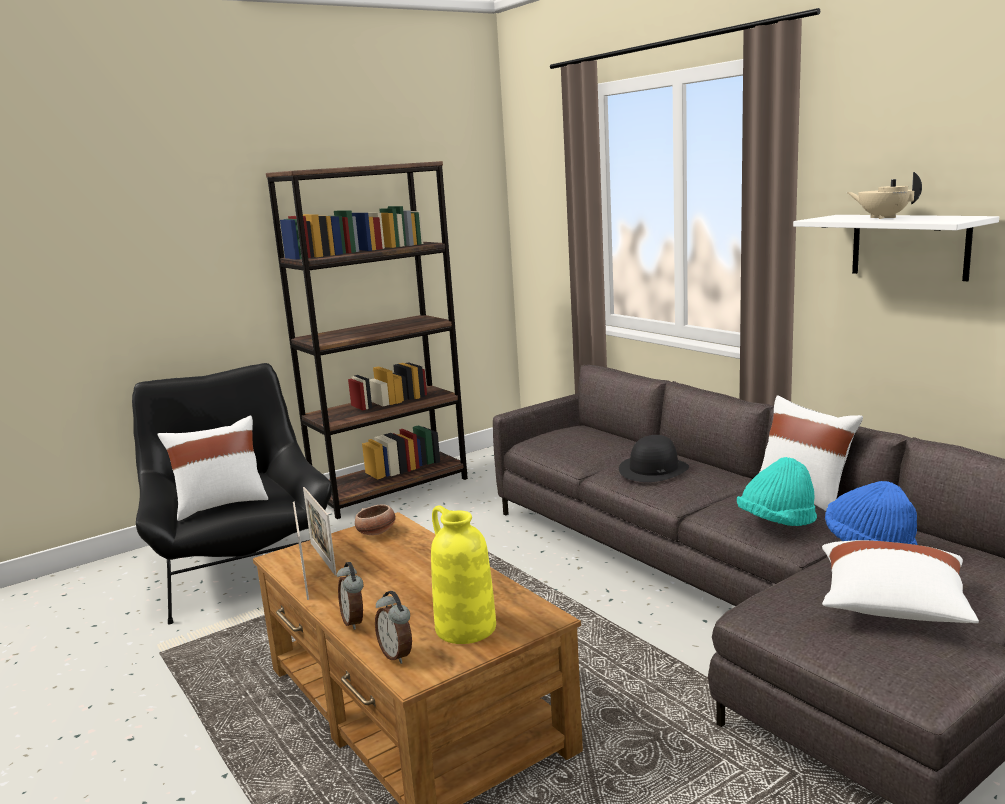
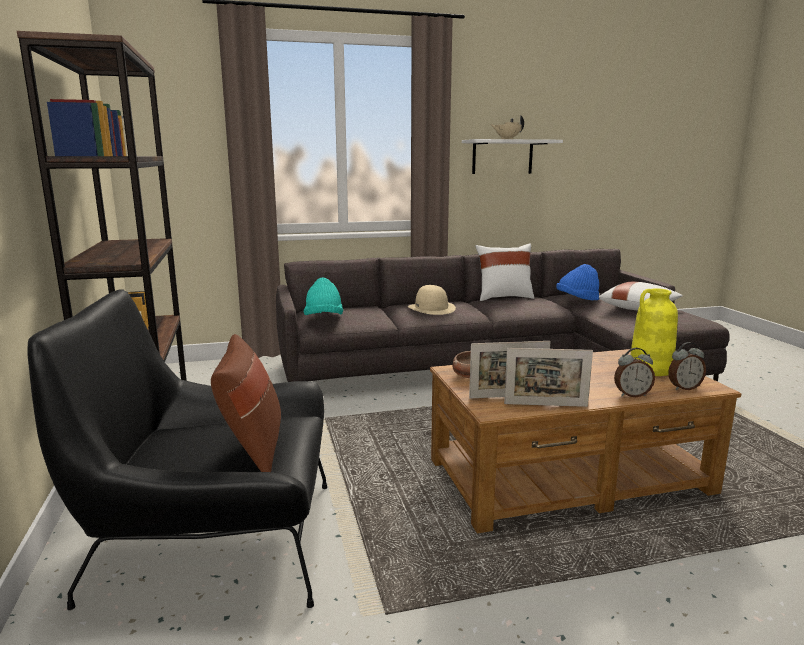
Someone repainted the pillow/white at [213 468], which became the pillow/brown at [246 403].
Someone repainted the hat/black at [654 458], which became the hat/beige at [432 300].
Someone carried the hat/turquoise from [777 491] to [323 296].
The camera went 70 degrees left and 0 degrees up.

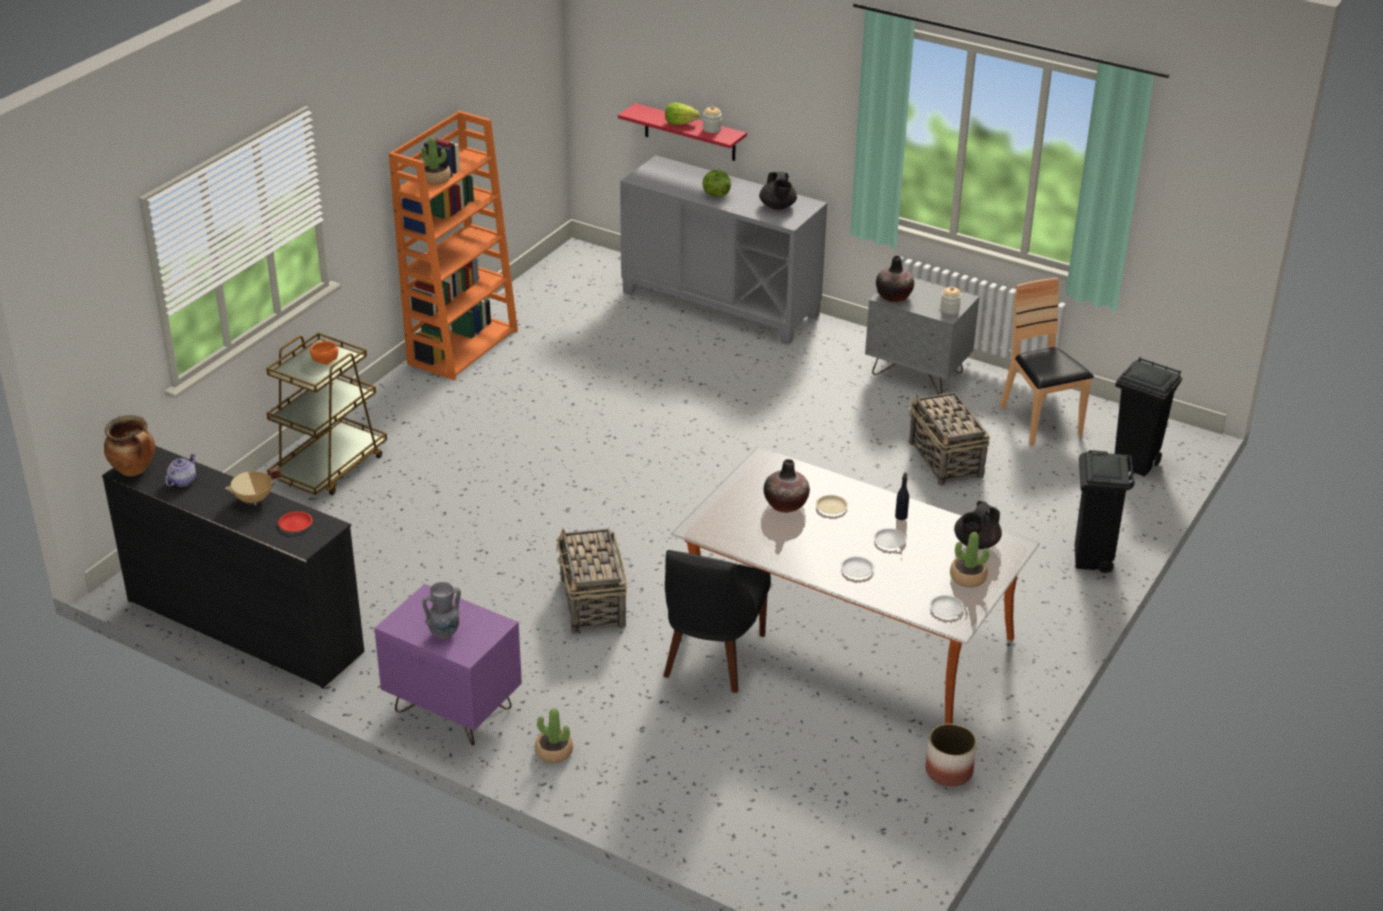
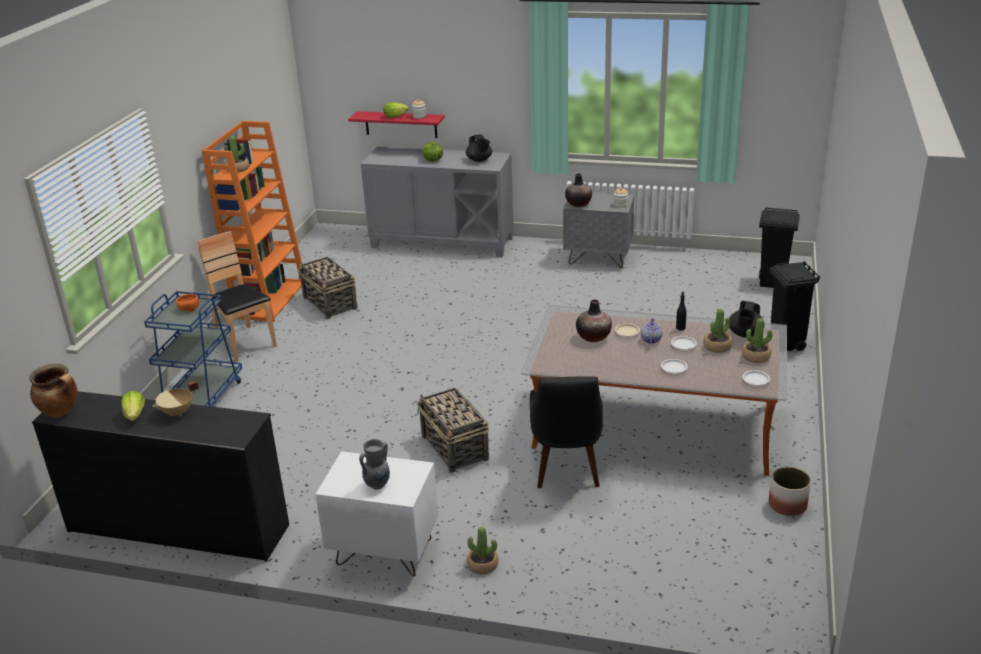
Someone carried the teapot from [180 470] to [651 331].
Someone repainted the cart/brown at [326 414], which became the cart/blue at [193 349].
Someone took away the plate/red at [295 521].
Someone repainted the nightstand/purple at [448 665], which became the nightstand/white at [376 513].
Someone carried the basket from [949 438] to [327 288].
Someone carried the chair/brown from [1046 362] to [237 296].
Someone put down the lettuce at [133 406].
Someone put down the potted plant at [717 331].
The camera went 15 degrees left and 5 degrees down.

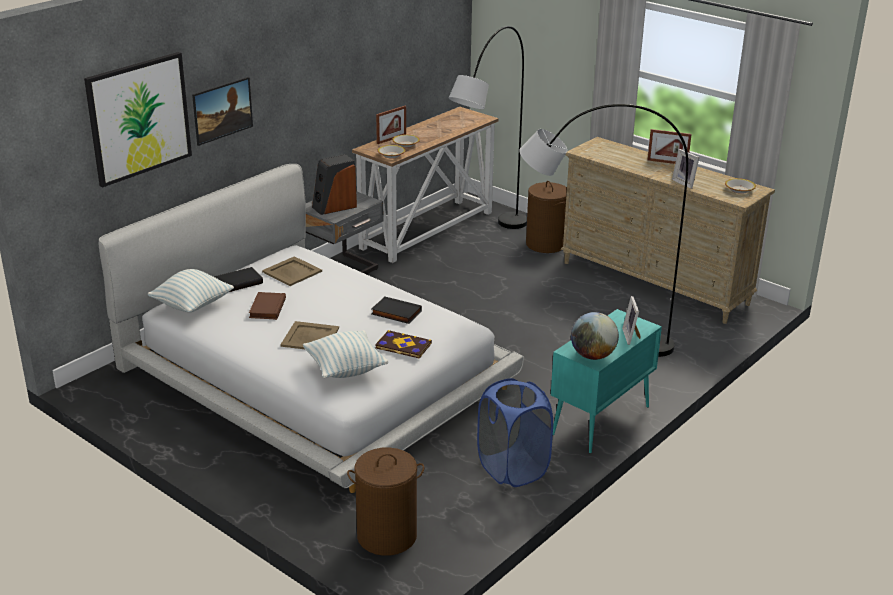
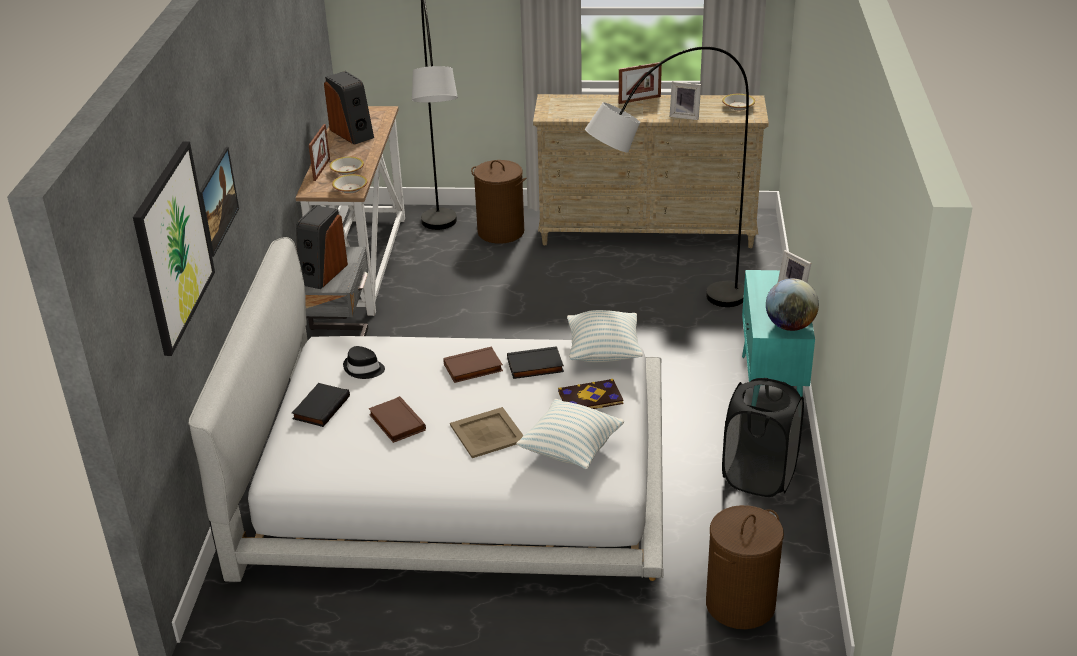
Someone carried the pillow from [191 290] to [605 336].
Someone swapped the tray/beige at [292 271] for the hat/black at [364 362].
Someone repainted the laundry basket/blue at [515 432], which became the laundry basket/black at [763 437].
Someone put down the speaker at [349 108].
Someone put down the book/brown at [473 364].
The camera went 35 degrees left and 5 degrees up.

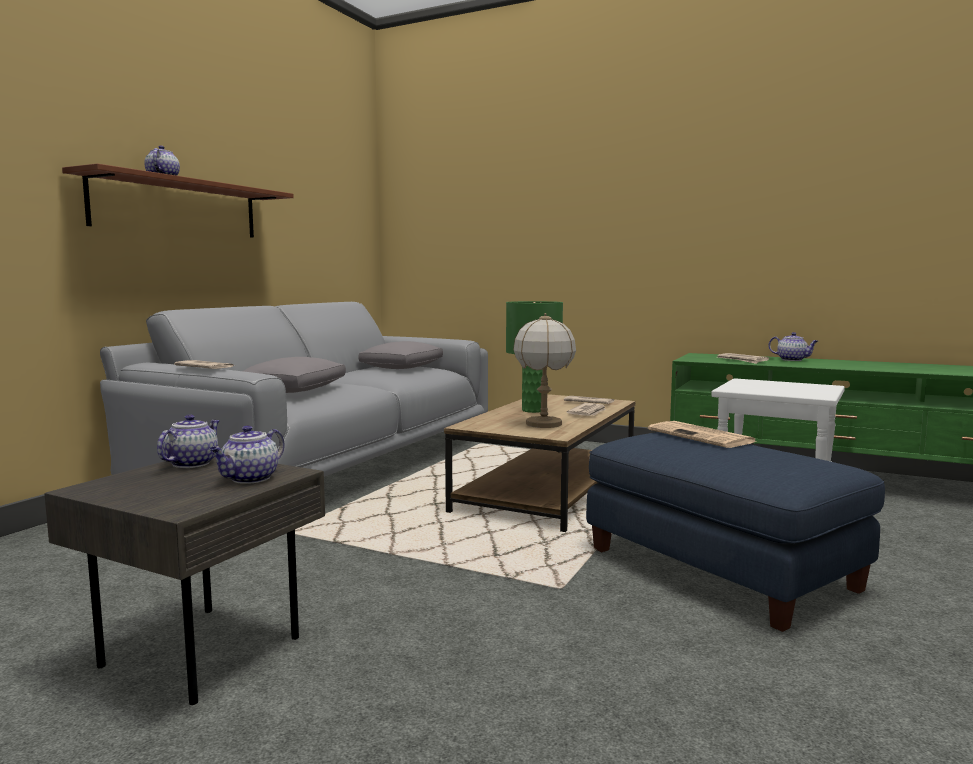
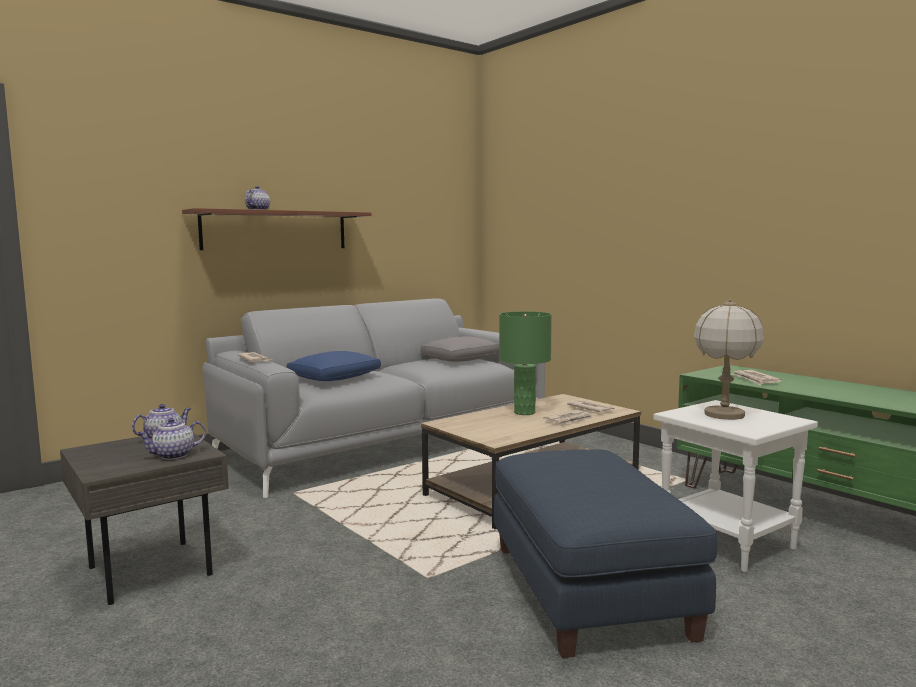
Someone repainted the pillow/grey at [295 375], which became the pillow/blue at [334 366].
Someone carried the table lamp from [544 370] to [729 359].
Someone took away the newspaper at [702 434].
Someone took away the teapot at [793 346].
The camera went 25 degrees right and 0 degrees up.

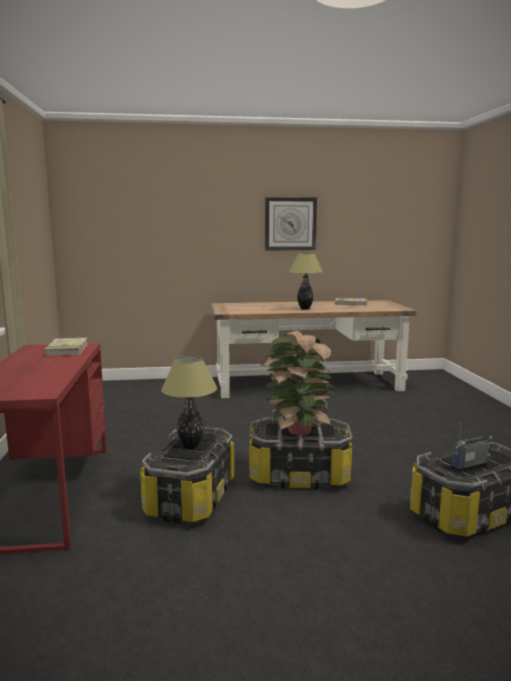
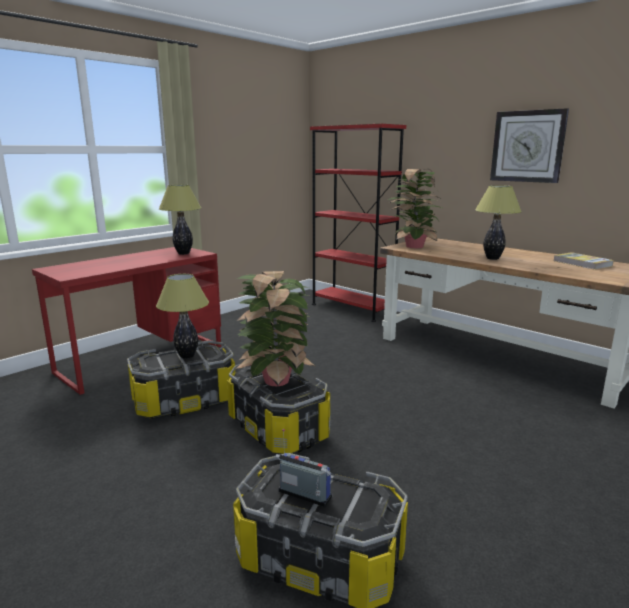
Someone swapped the book at [65 347] for the table lamp at [180 220].
Someone put down the bookcase/red at [358 223].
Someone put down the potted plant at [416 208].
The camera went 50 degrees right and 5 degrees up.

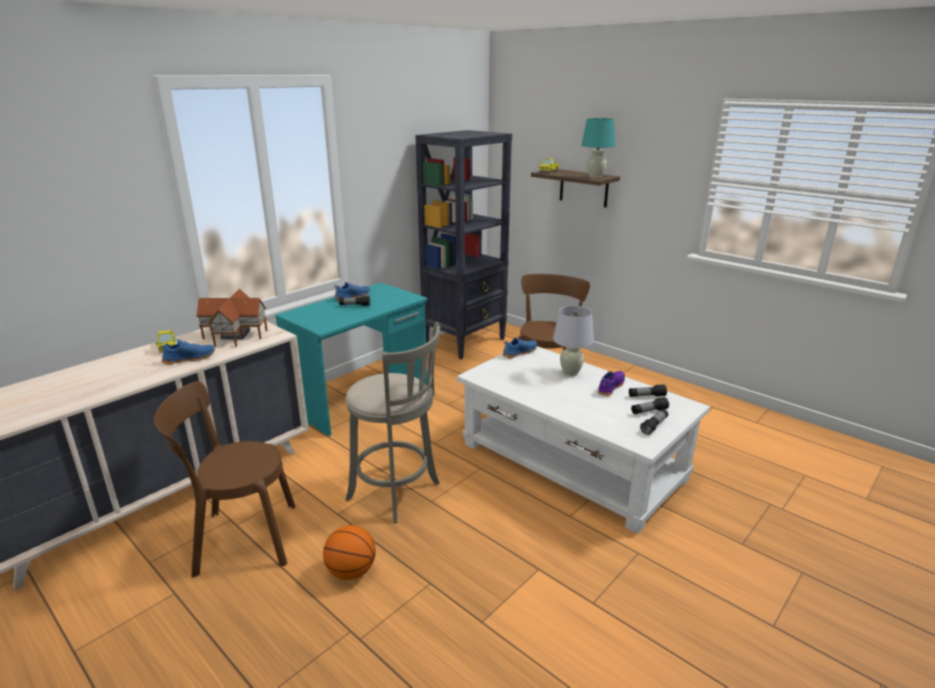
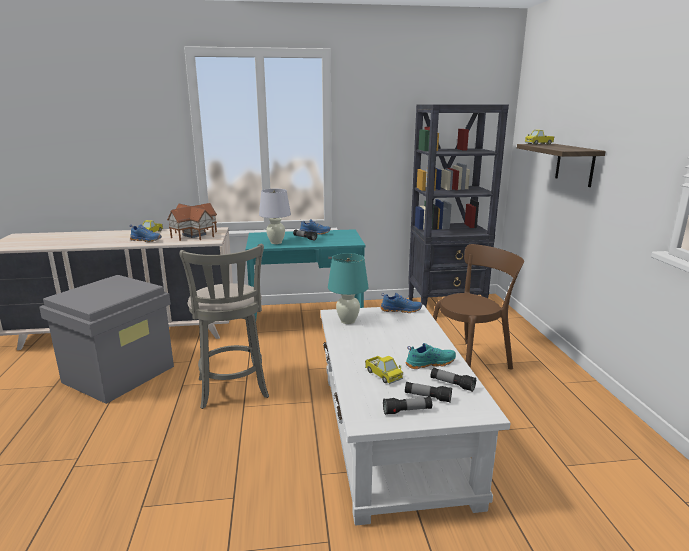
Someone swapped the chair/brown at [224 479] for the storage box/grey at [106 339].
Someone took away the basketball at [349 552].
Someone carried the table lamp/white from [573 341] to [275 216].
Someone carried the table lamp/turquoise from [598 148] to [348 288].
Someone repainted the shoe/purple at [611 383], which became the shoe/turquoise at [431 356].
Someone put down the toy truck at [384 370].
The camera went 40 degrees right and 5 degrees down.

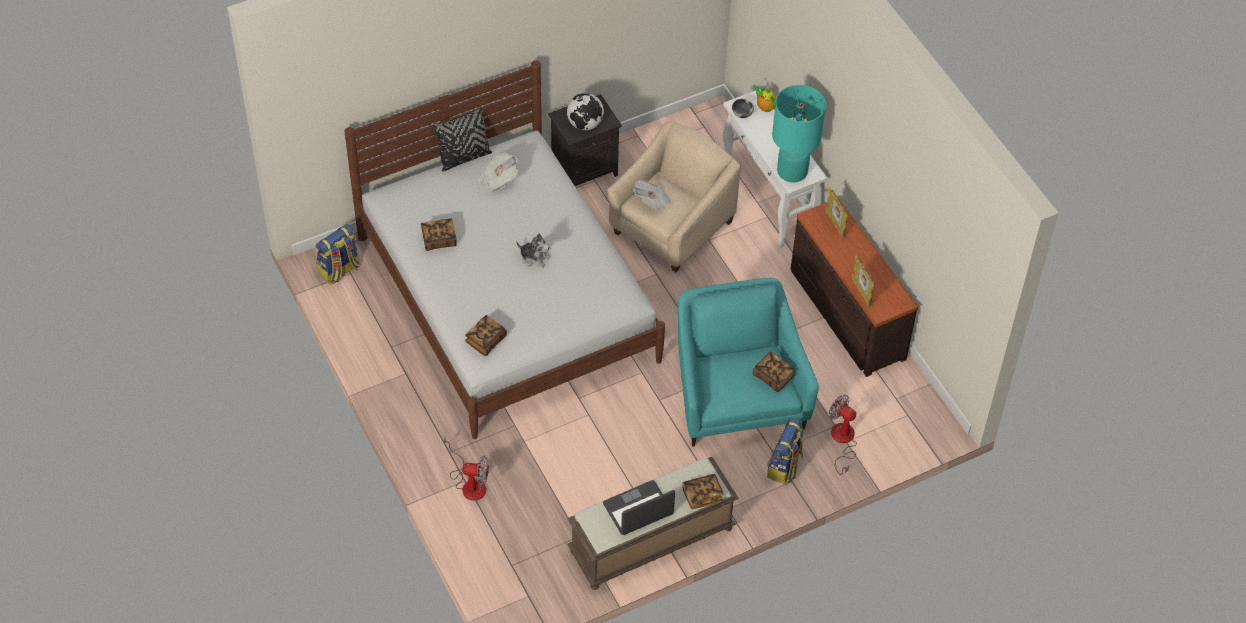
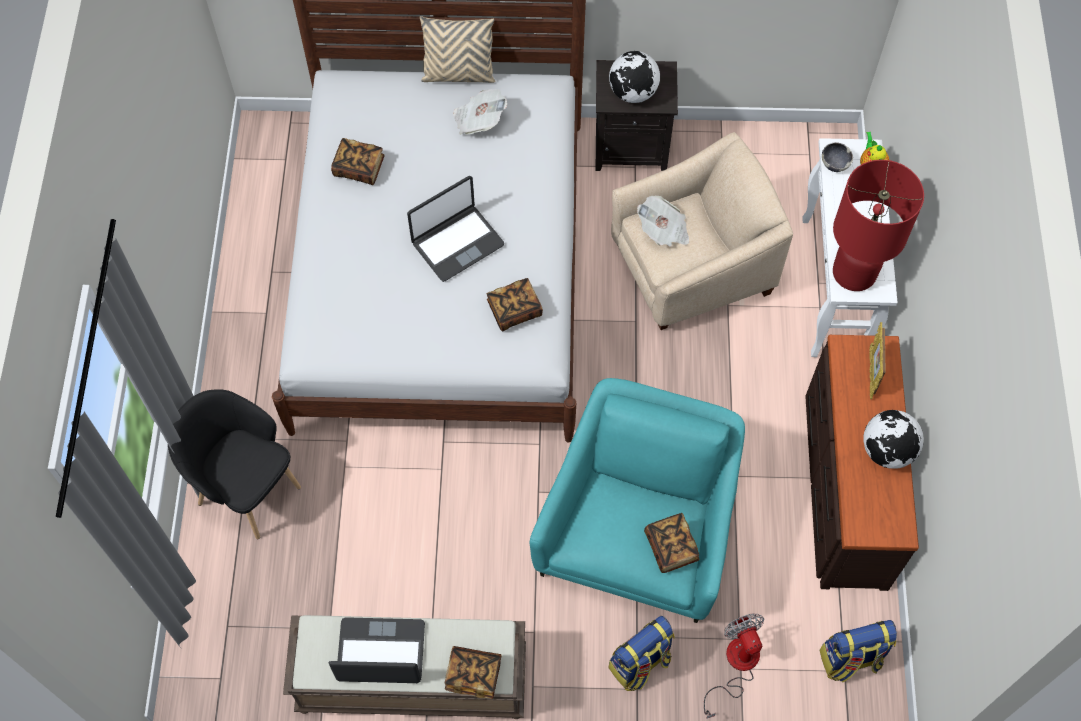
Someone carried the backpack from [338 254] to [858 651].
Someone repainted the pillow/black at [462 139], which became the pillow/beige at [457 49].
Someone swapped the fan at [466 469] for the armchair/black at [234 464].
Someone carried the book from [486 335] to [515 304].
Someone swapped the plush toy at [533 251] for the laptop at [455 229].
Someone repainted the table lamp/turquoise at [799 133], which became the table lamp/red at [878 225].
Someone took away the picture frame at [863 281].
Someone put down the globe at [893 439].
The camera went 30 degrees right and 10 degrees up.

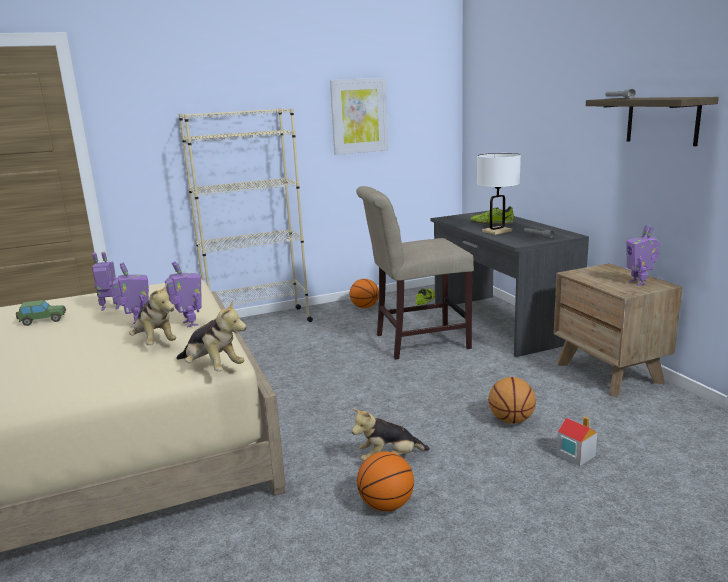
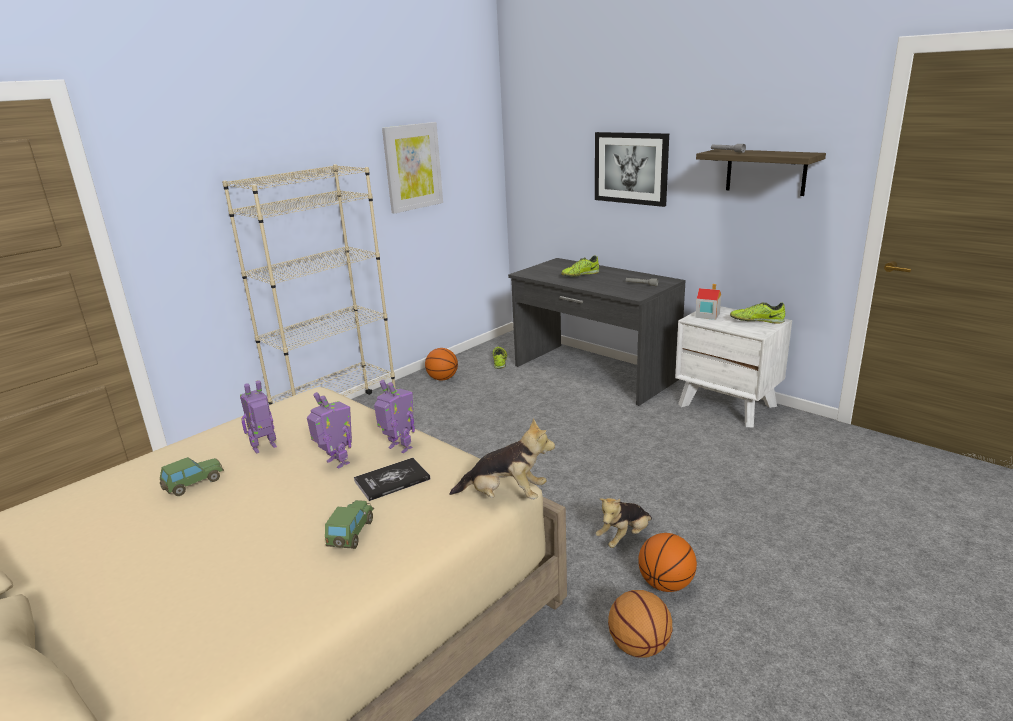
Someone swapped the plush toy at [152 314] for the book at [392 479].
Someone took away the chair/beige at [415 273].
Someone took away the table lamp/white at [499 194].
Someone carried the basketball from [512 400] to [640 624].
Someone repainted the nightstand/brown at [618 330], which became the nightstand/white at [733 366].
Someone carried the toy house from [576 441] to [708 302].
Someone swapped the toy robot at [643 255] for the shoe at [757 313].
Someone put down the toy car at [349 524].
Someone put up the picture at [632 169].
The camera went 25 degrees left and 5 degrees up.

